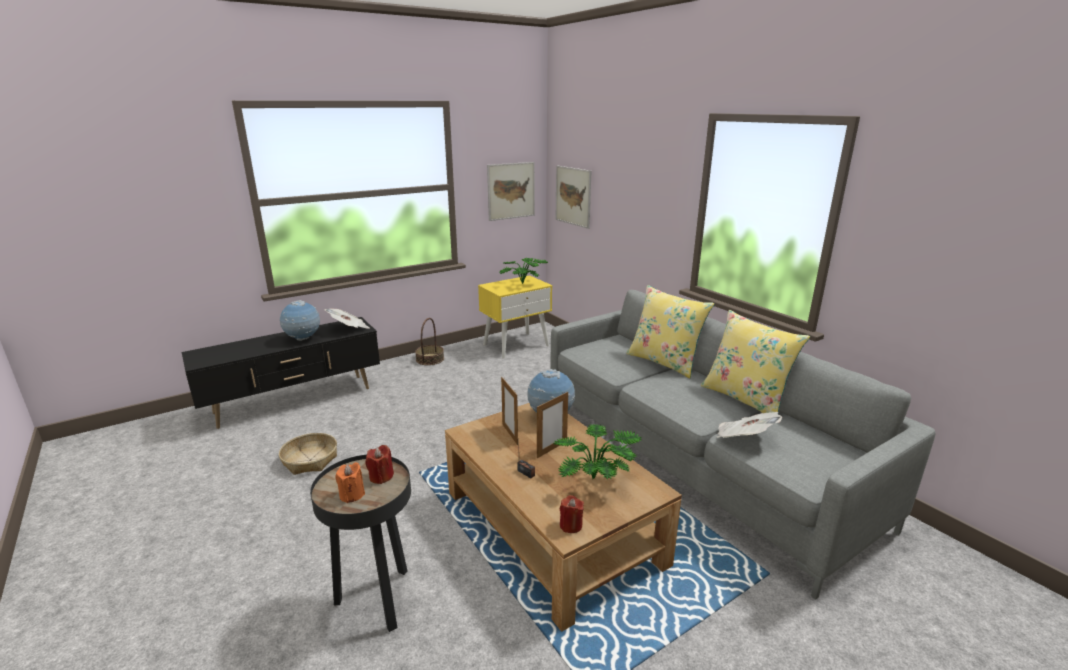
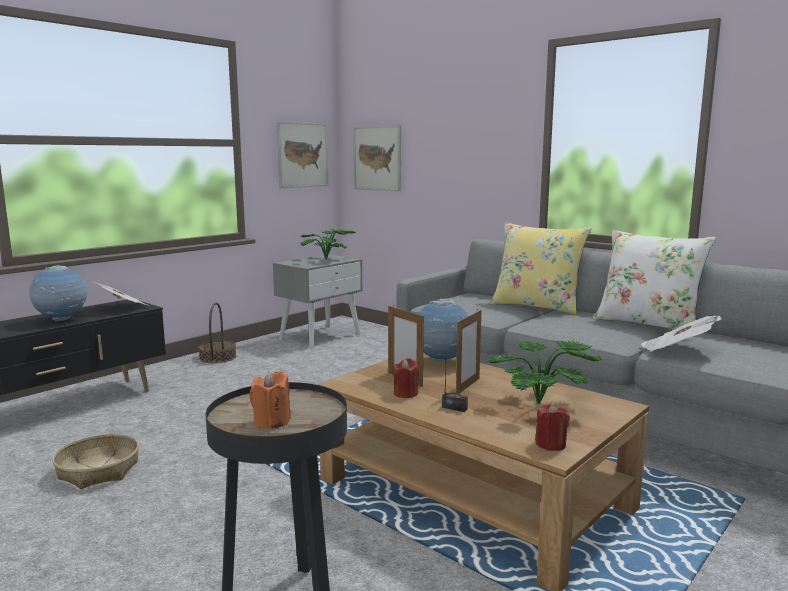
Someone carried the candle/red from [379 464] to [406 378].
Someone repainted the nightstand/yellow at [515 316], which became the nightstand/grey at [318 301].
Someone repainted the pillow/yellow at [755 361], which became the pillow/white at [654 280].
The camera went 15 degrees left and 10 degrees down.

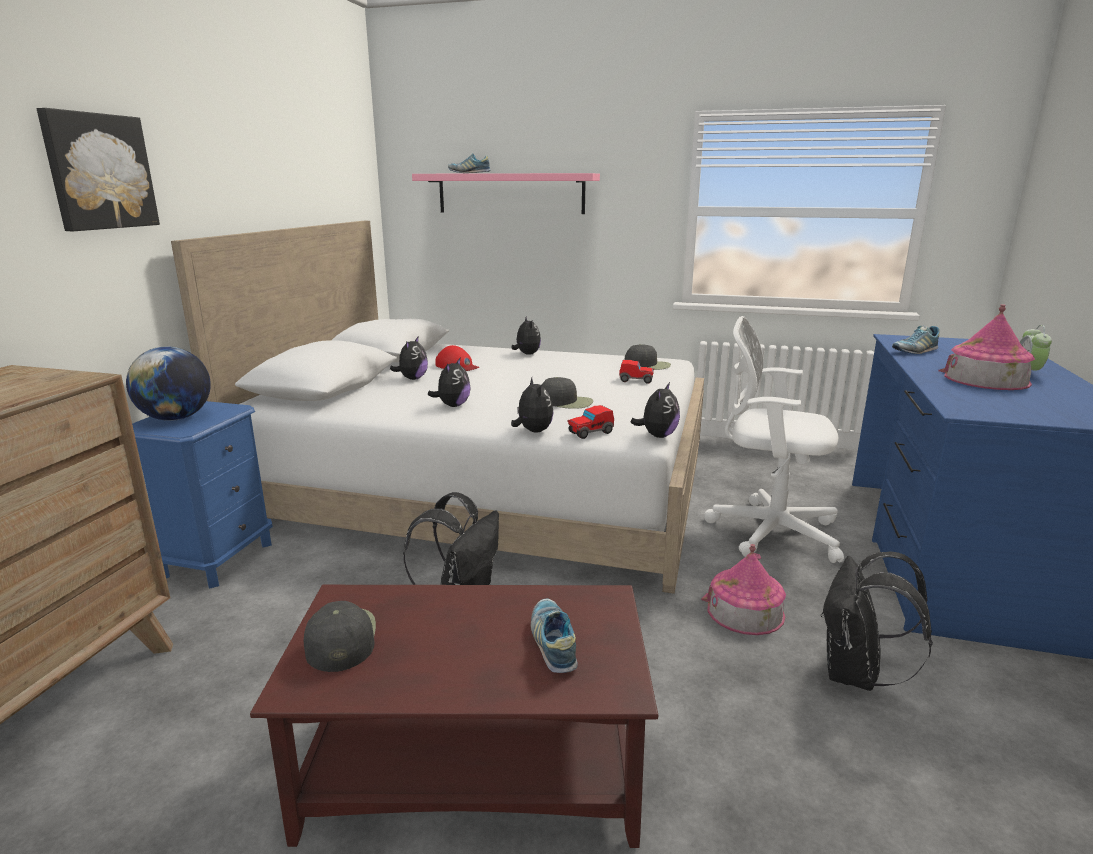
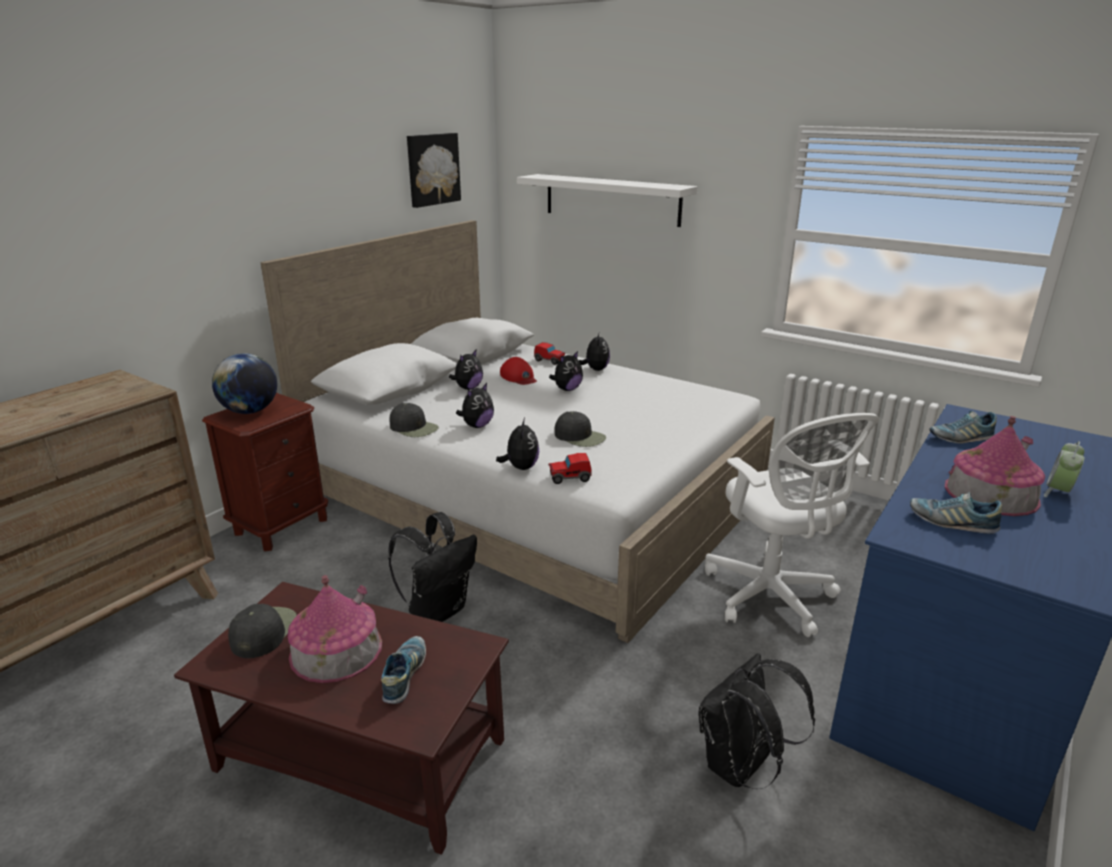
Someone carried the picture from [98 169] to [434 170].
Someone repainted the nightstand/blue at [202 495], which became the nightstand/brown at [265 472].
Someone repainted the shelf/pink at [506 193], which became the shelf/white at [607 200].
Someone carried the shoe from [469 163] to [956 513].
Someone carried the toy car from [637 371] to [549 353].
Someone carried the cap/black from [648 357] to [414 420].
Someone carried the plush toy from [655 410] to [566 371].
Someone carried the toy house from [743 589] to [335 629].
Someone rotated the office chair/white at [774 439] by 150 degrees counterclockwise.
The camera went 20 degrees right and 5 degrees up.

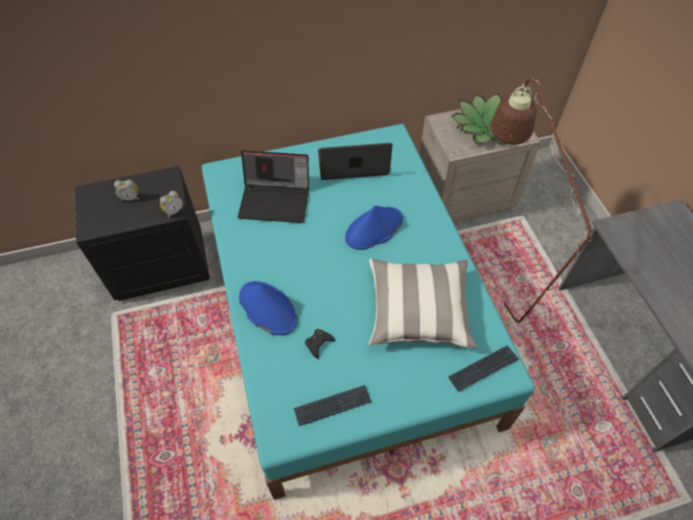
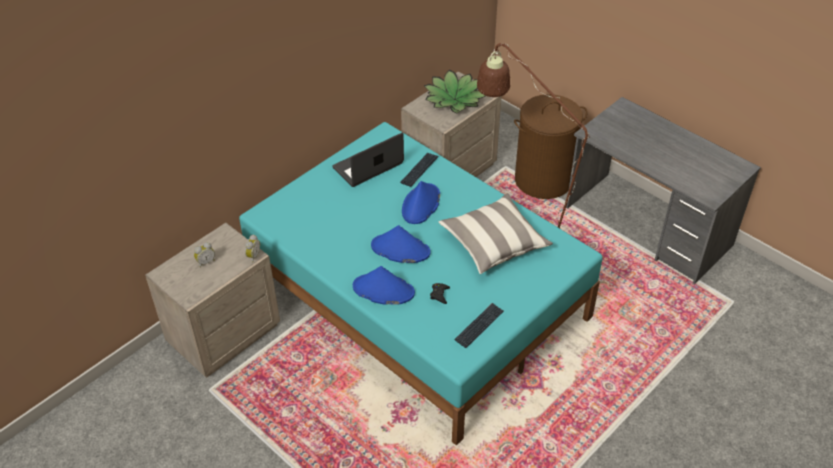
Someone repainted the nightstand/black at [142 233], which became the nightstand/beige at [212 300].
Someone took away the laptop at [273 187].
Someone carried the keyboard from [483 368] to [419 170].
Someone put down the hat/blue at [401 244].
Someone put down the laundry basket/brown at [551 146].
The camera went 30 degrees left and 10 degrees down.

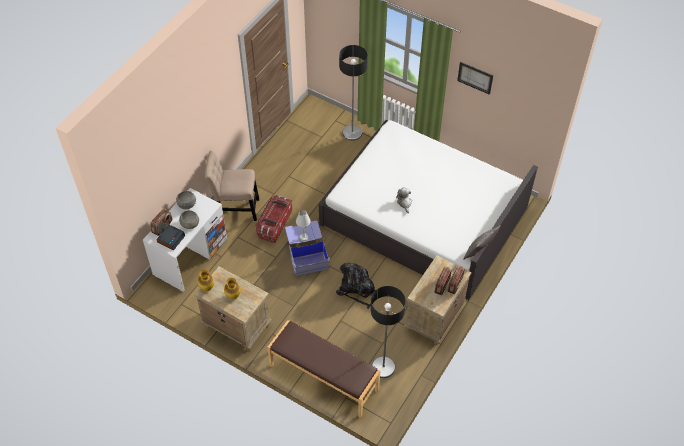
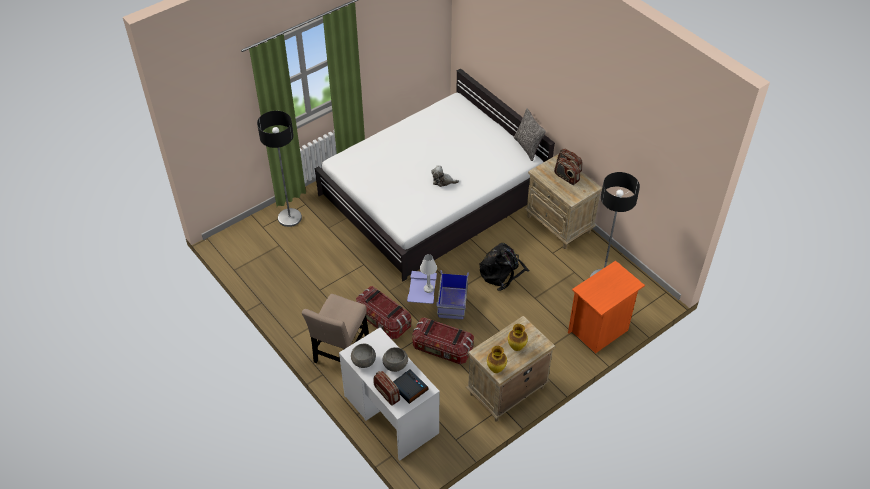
Someone swapped the bench/brown at [323 369] for the nightstand/orange at [606 307].
Someone took away the picture at [475 78].
Someone put down the storage box at [443 340].
The camera went 70 degrees left and 5 degrees down.

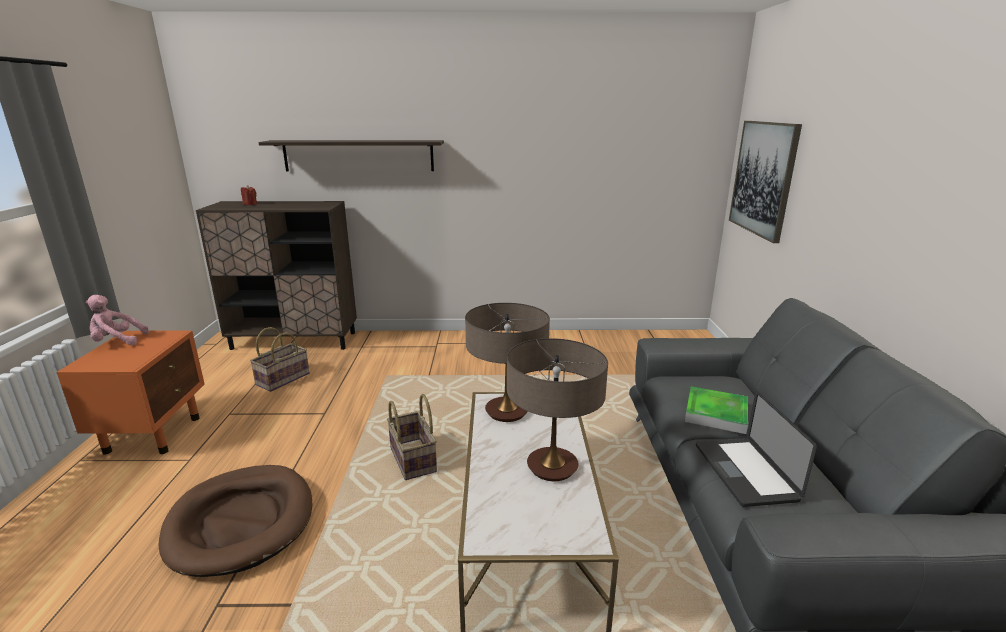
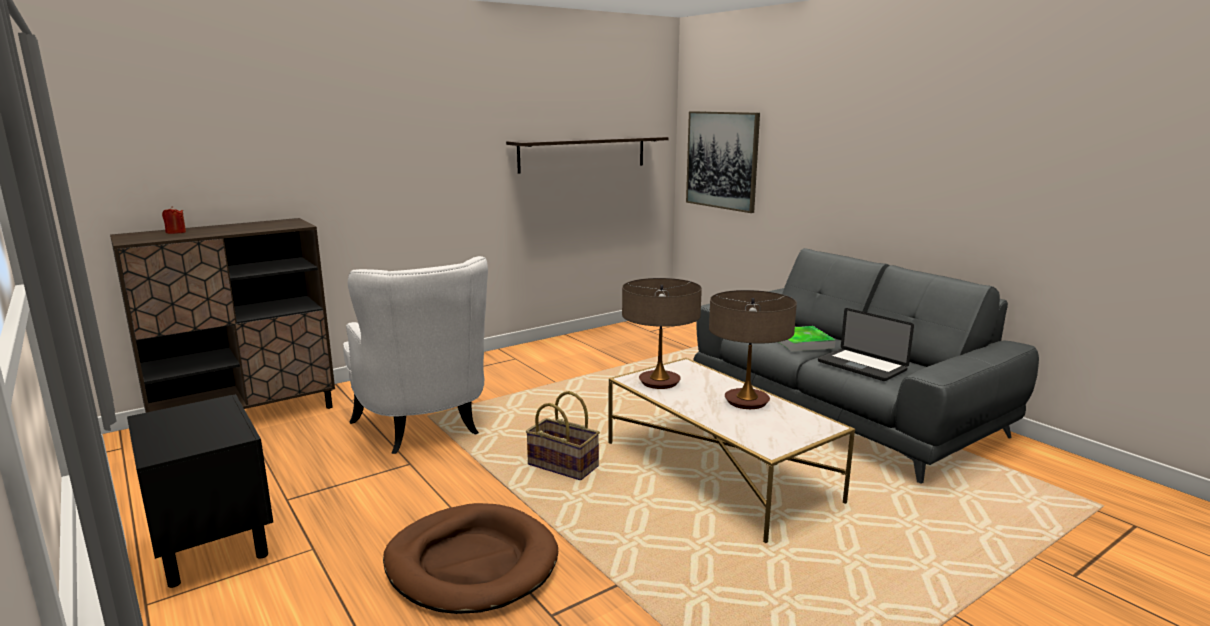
Someone repainted the nightstand/orange at [130 392], which became the nightstand/black at [200 491].
Someone took away the plush toy/pink at [117 320].
Someone took away the basket at [280 359].
Someone carried the shelf from [351 155] to [587 155].
Someone put down the armchair/white at [415 355].
The camera went 35 degrees left and 5 degrees down.

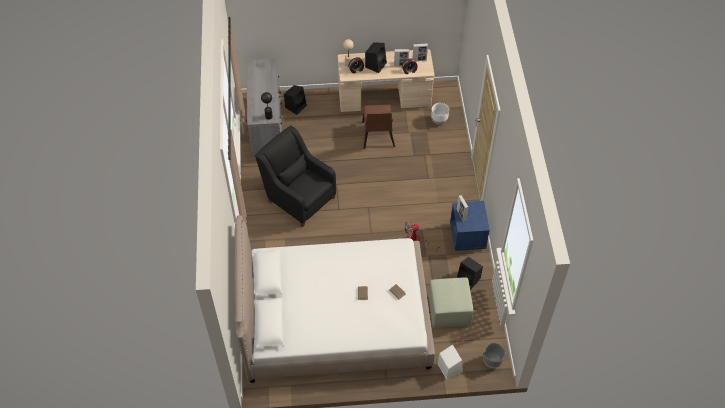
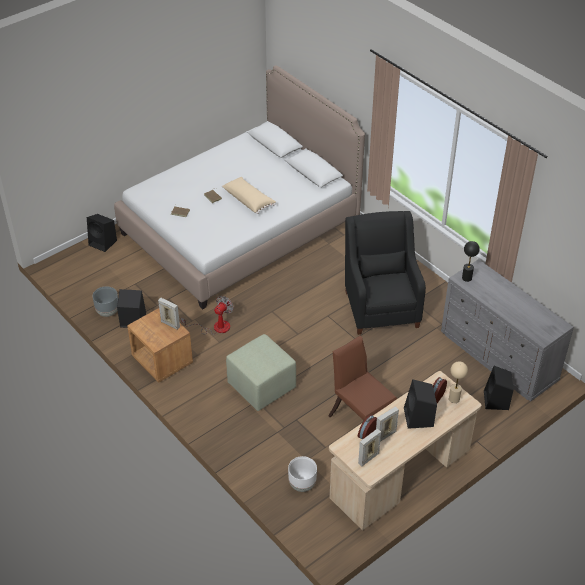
Someone rotated the armchair/black at [295 176] by 105 degrees counterclockwise.
Someone carried the ottoman/green from [451 302] to [261 372].
Someone repainted the speaker/white at [450 362], which became the speaker/black at [102 233].
Someone repainted the nightstand/blue at [470 226], which became the nightstand/brown at [160 345].
Someone carried the planter/grey from [494 355] to [105 301].
Someone put down the pillow/beige at [249 195].
The camera went 145 degrees right and 10 degrees down.

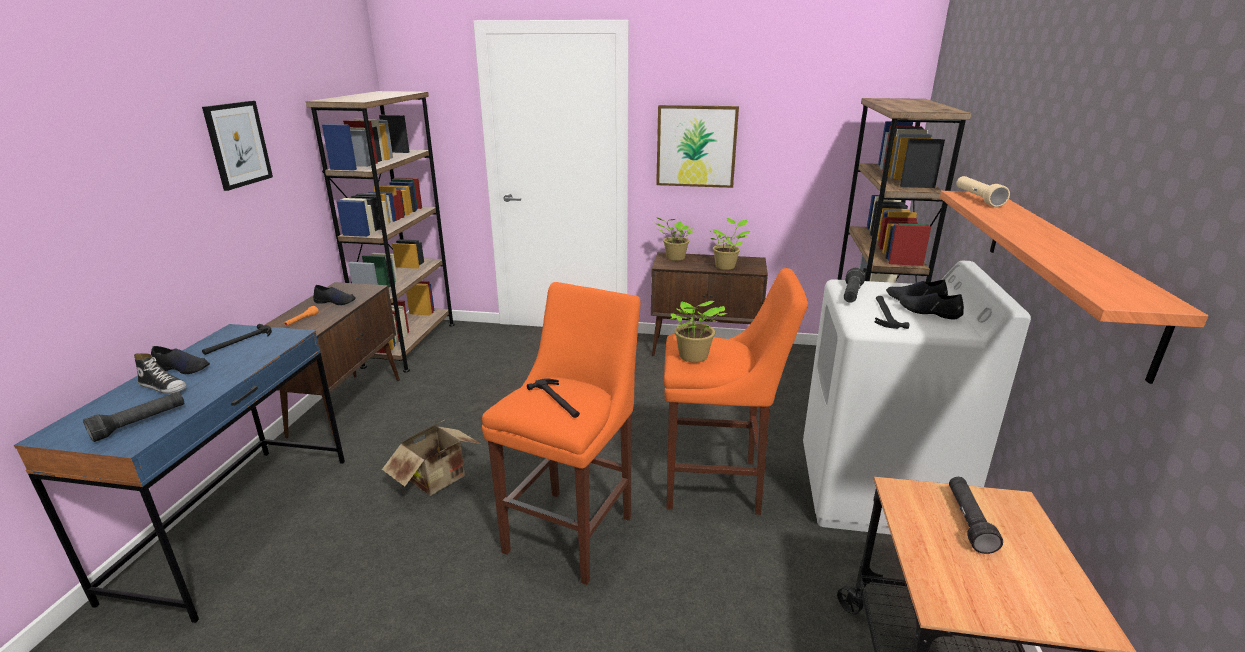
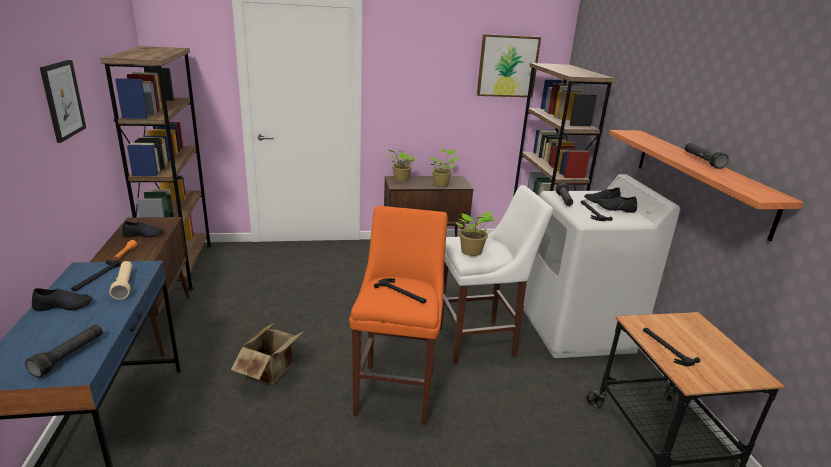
Someone took away the shoe at [160 373].
Someone carried the picture from [697 146] to [509 65].
Someone repainted the stool/orange at [736 391], which became the stool/white at [496 274].
Someone carried the flashlight/black from [976 515] to [707 156].
Someone carried the flashlight/beige from [983 191] to [120 280].
Someone put down the hammer at [671 346].
The camera went 20 degrees left and 0 degrees up.

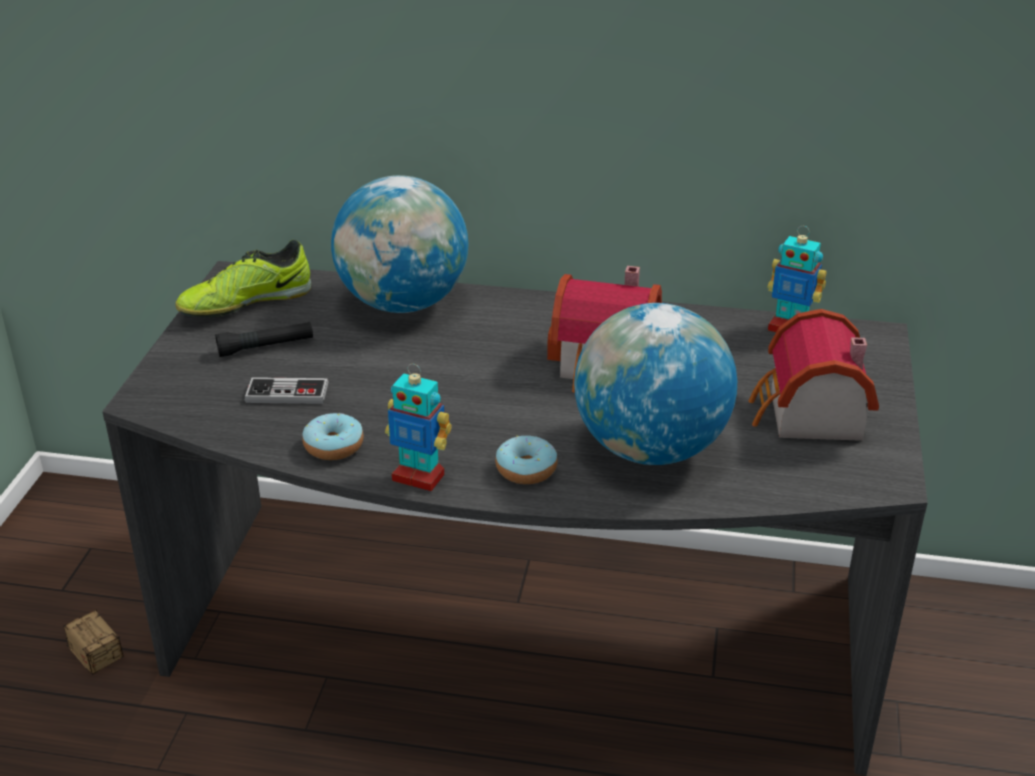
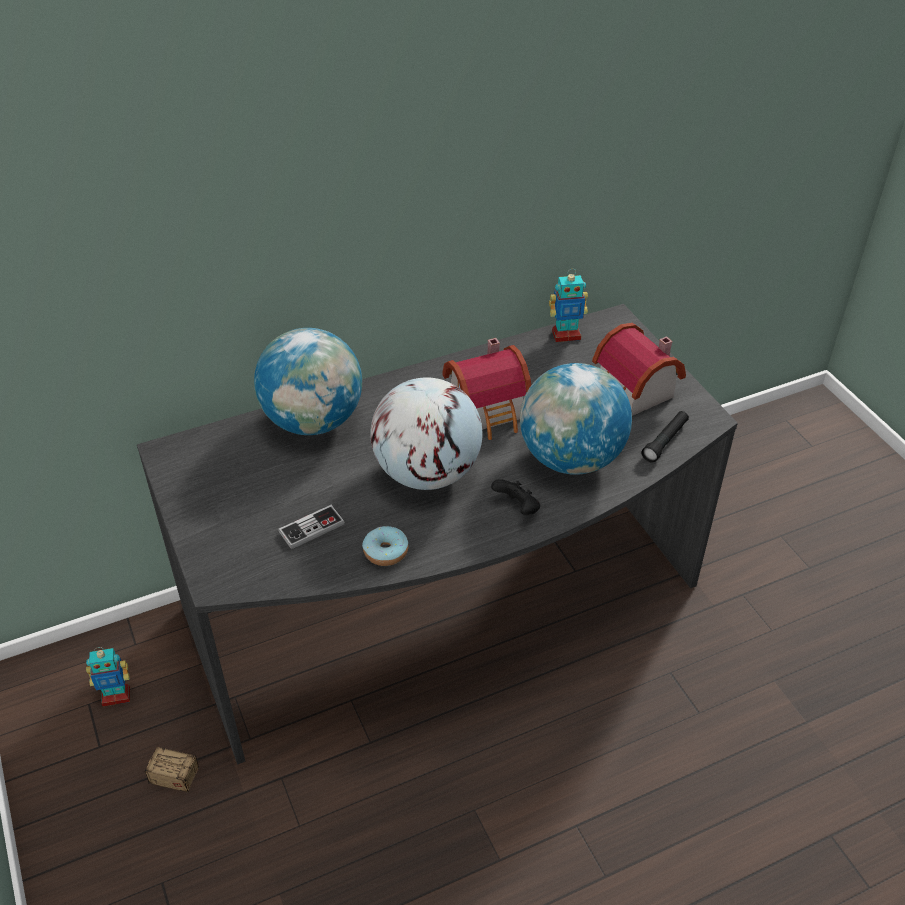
Someone took away the shoe at [243 278].
Someone carried the flashlight/black from [264 339] to [665 436].
Someone carried the toy robot from [418 427] to [108 676].
Someone swapped the donut at [526 460] for the game controller/black at [515 497].
Someone put down the globe at [426 433].
The camera went 35 degrees left and 10 degrees up.

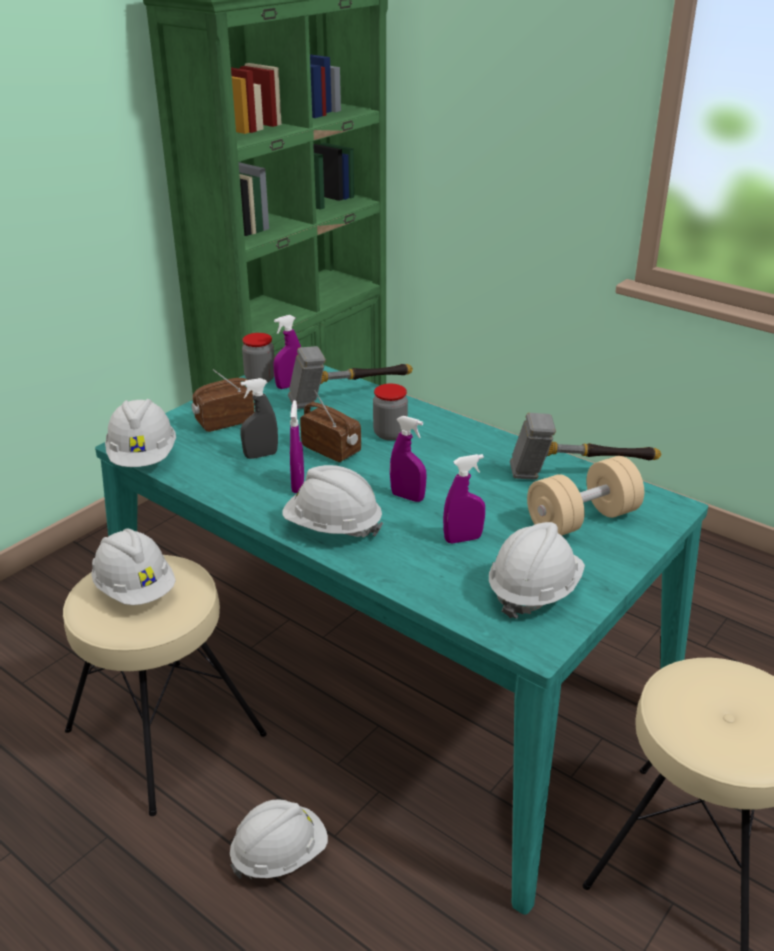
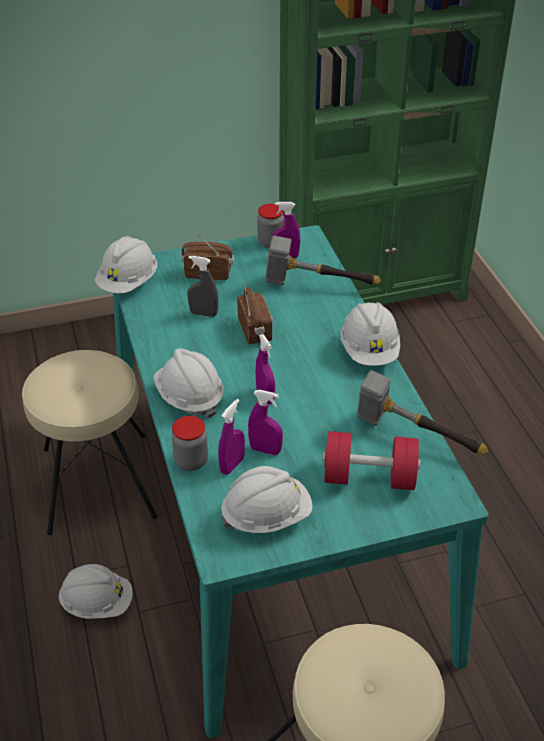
Someone carried the hard hat/white from [133 567] to [370 334].
Someone carried the spray bottle/purple from [297 446] to [231 437].
Someone carried the jar from [390 412] to [190 443].
Someone repainted the dumbbell/beige at [585 496], which became the dumbbell/red at [371 460].
The camera went 35 degrees right and 10 degrees up.

